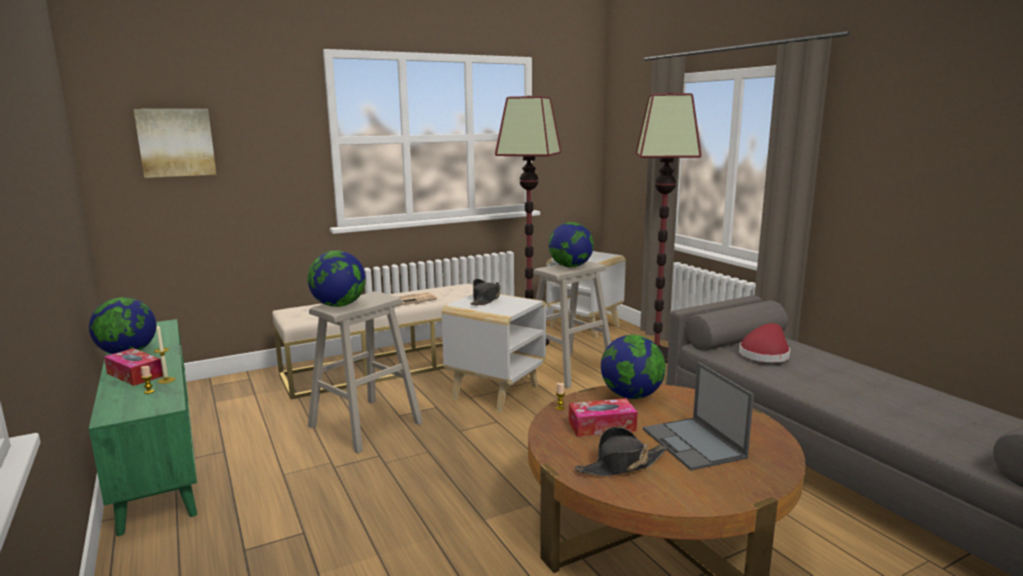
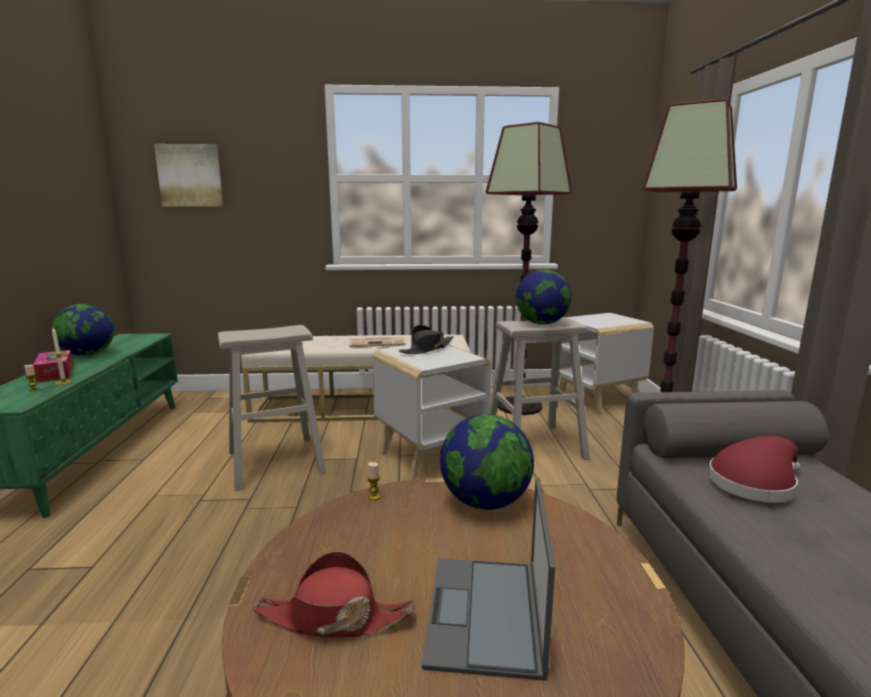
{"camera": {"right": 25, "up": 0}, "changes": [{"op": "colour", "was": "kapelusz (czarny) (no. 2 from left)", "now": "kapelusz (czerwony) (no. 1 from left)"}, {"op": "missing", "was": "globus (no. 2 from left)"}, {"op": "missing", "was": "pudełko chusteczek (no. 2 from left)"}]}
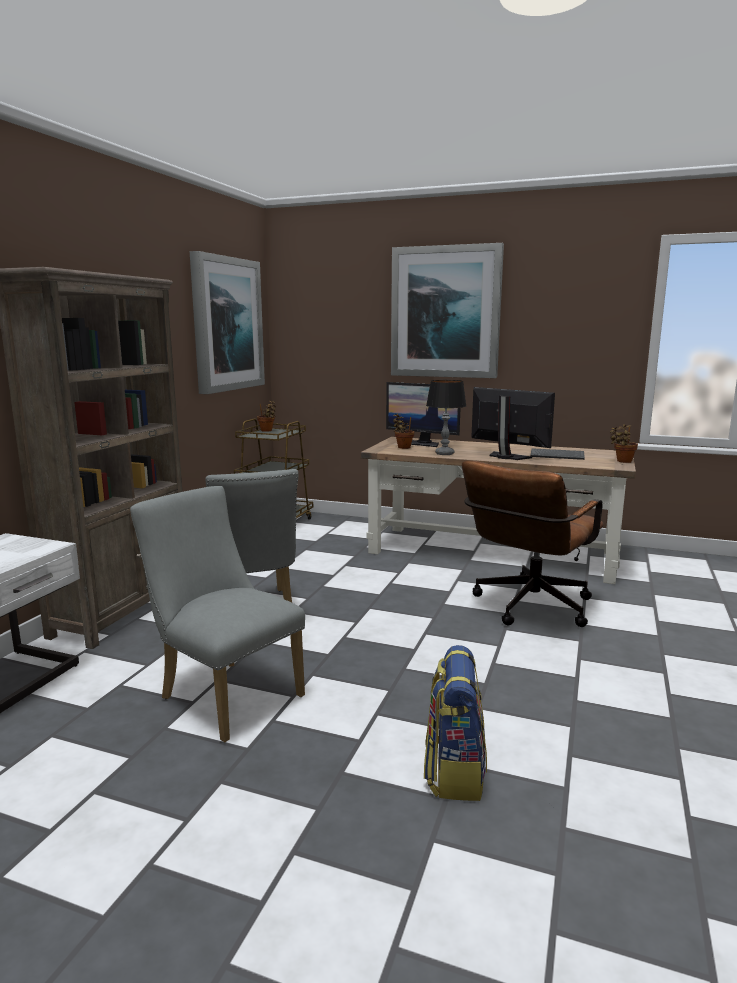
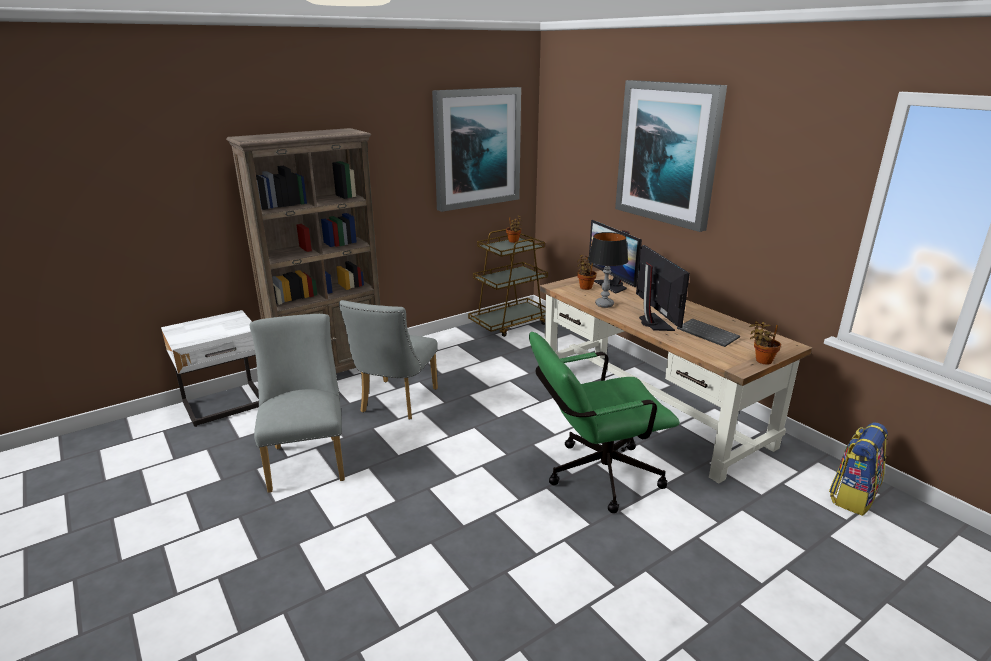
{"camera": {"right": 35, "up": 10}, "changes": [{"op": "colour", "was": "krzesło biurowe (brązowy)", "now": "krzesło biurowe (zielony)"}, {"op": "relocated", "was": "plecak"}]}
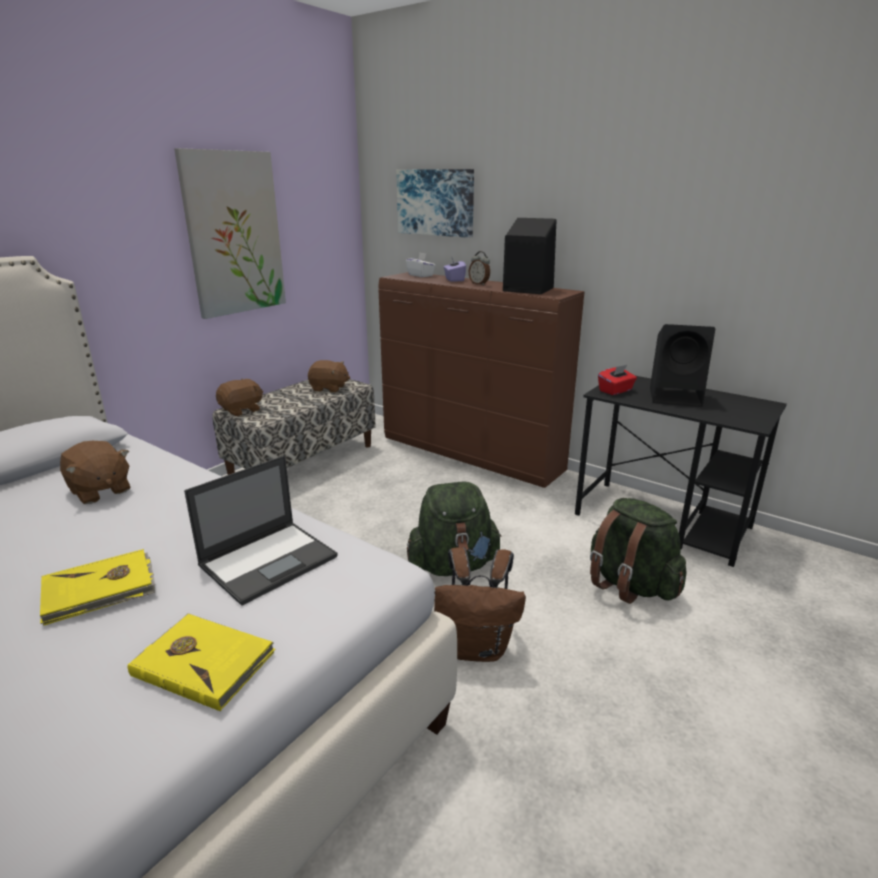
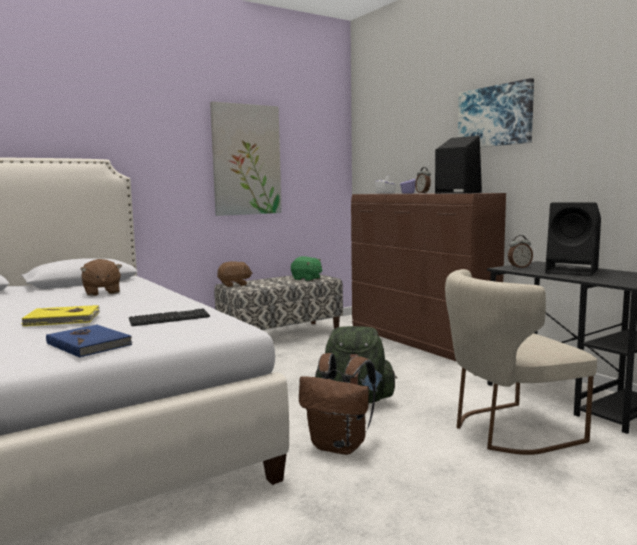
{"camera": {"right": 20, "up": -15}, "changes": [{"op": "colour", "was": "książka (żółty) (no. 2 from left)", "now": "książka (niebieski)"}, {"op": "exchanged", "was": "laptop", "now": "klawiatura"}, {"op": "colour", "was": "pluszak (brązowy) (no. 3 from left)", "now": "pluszak (zielony)"}, {"op": "exchanged", "was": "plecak (zielony) (no. 2 from left)", "now": "krzesło (beżowy)"}, {"op": "relocated", "was": "obraz (no. 2 from left)"}, {"op": "exchanged", "was": "pudełko chusteczek (czerwony)", "now": "budzik (no. 2 from left)"}]}
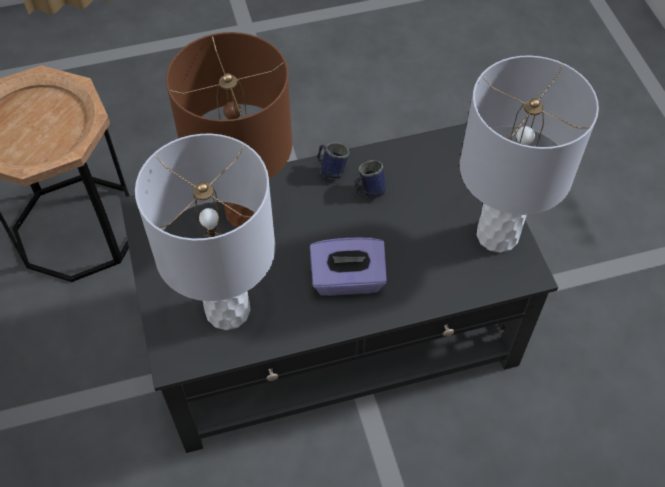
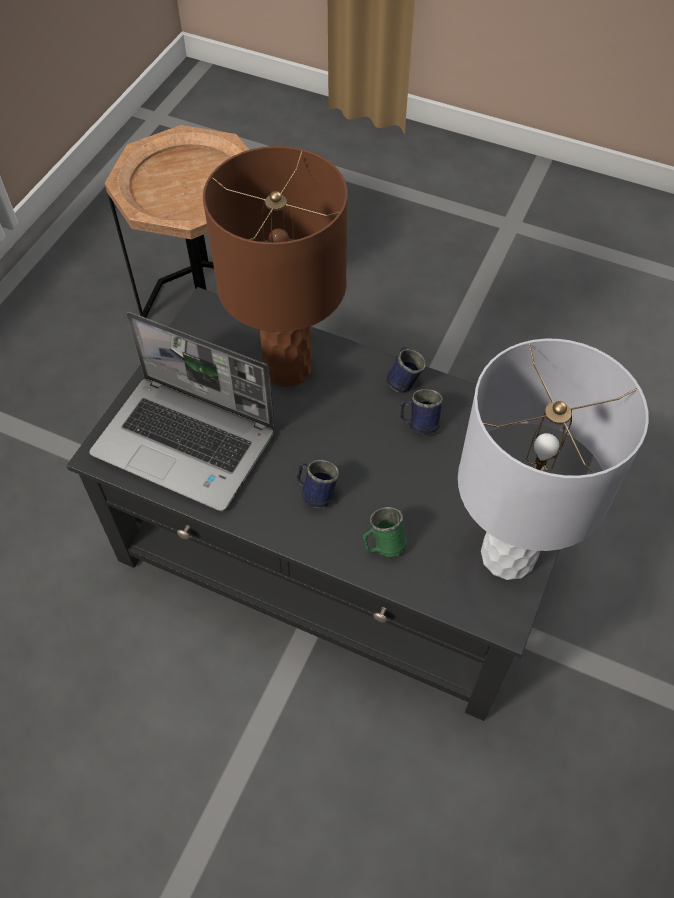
{"camera": {"right": 40, "up": 0}, "changes": [{"op": "exchanged", "was": "lampa stołowa (szary) (no. 1 from left)", "now": "laptop"}, {"op": "exchanged", "was": "pudełko chusteczek (fioletowy)", "now": "kubek (niebieski) (no. 1 from left)"}, {"op": "appeared", "now": "kubek (zielony)"}]}
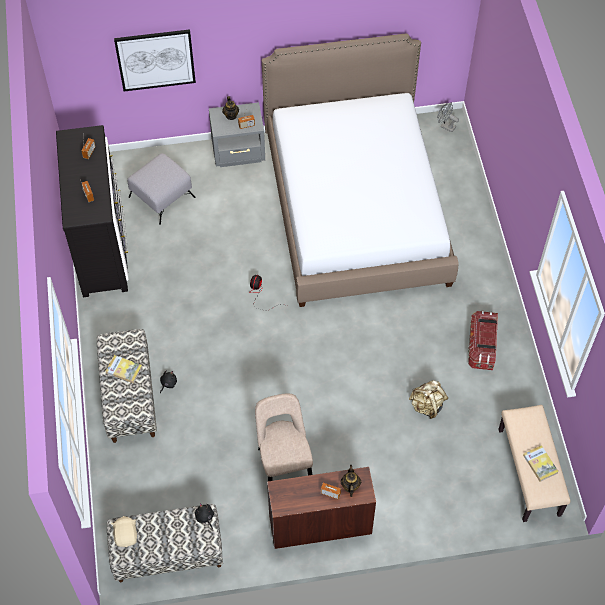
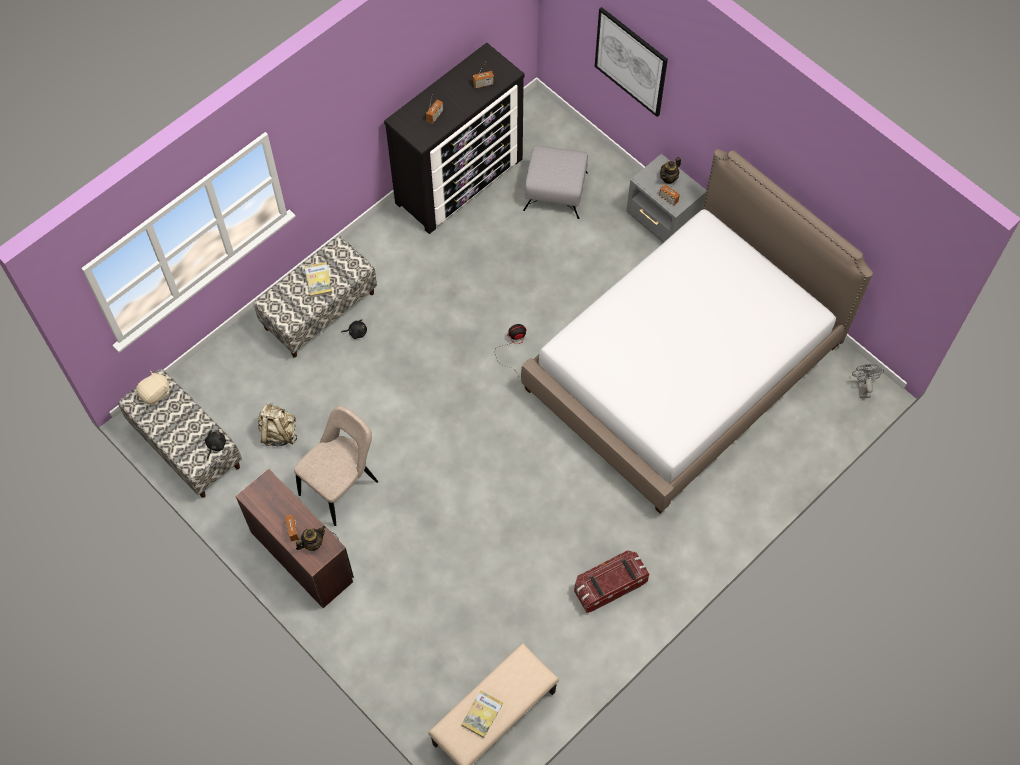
{"camera": {"right": 55, "up": 5}, "changes": [{"op": "relocated", "was": "plecak (beżowy)"}]}
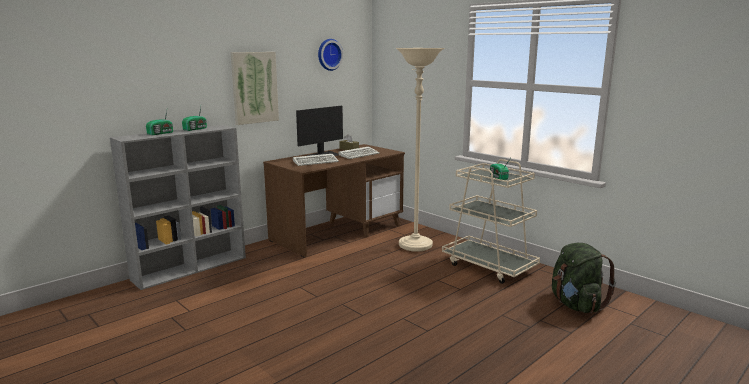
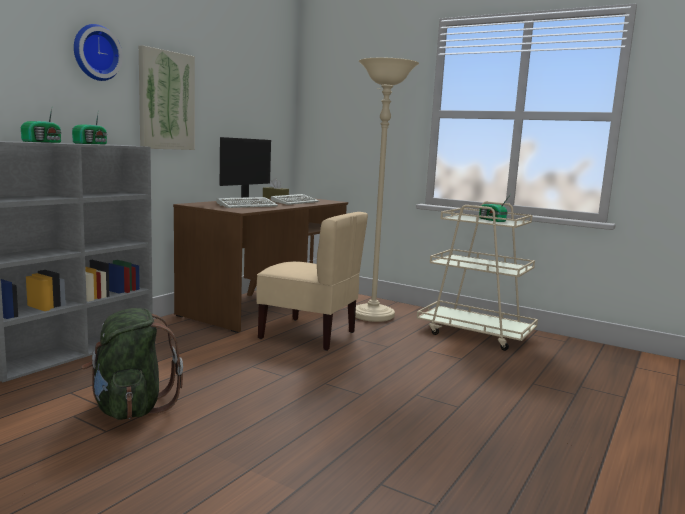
{"camera": {"right": -15, "up": -5}, "changes": [{"op": "relocated", "was": "zegar ścienny"}, {"op": "relocated", "was": "plecak (zielony)"}, {"op": "appeared", "now": "krzesło (beżowy)"}]}
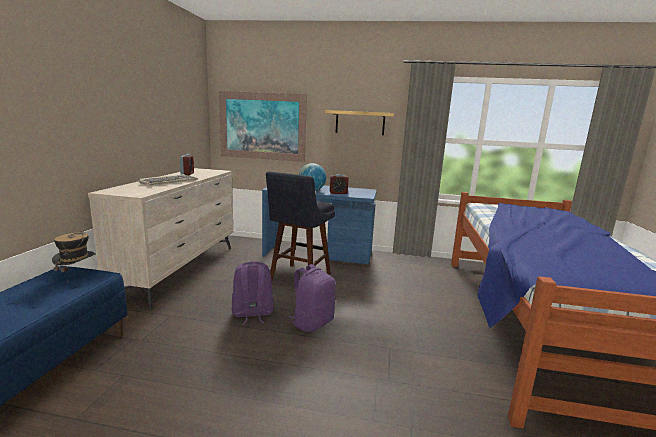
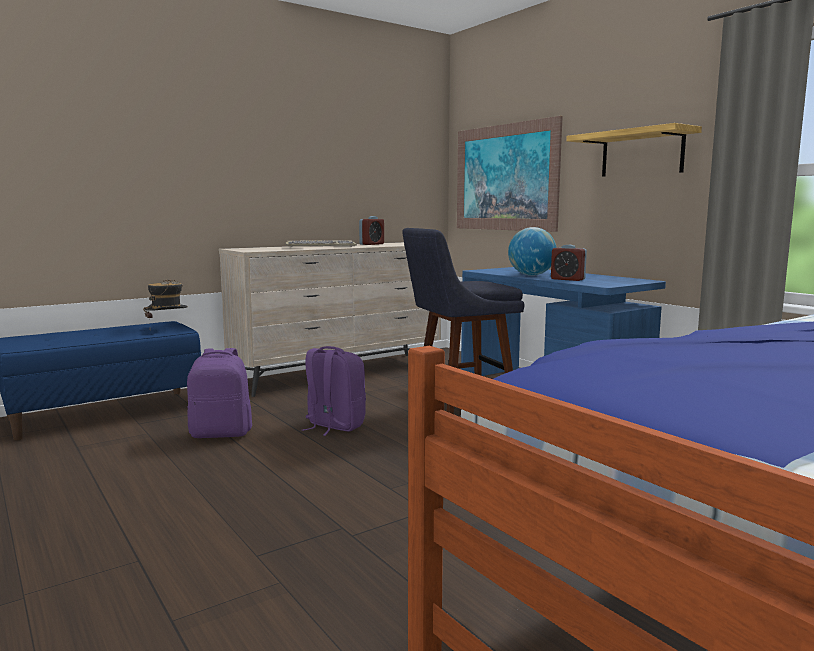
{"camera": {"right": 45, "up": -5}, "changes": [{"op": "relocated", "was": "plecak (fioletowy) (no. 2 from left in the first image)", "now": "plecak (fioletowy) (no. 1 from left)"}]}
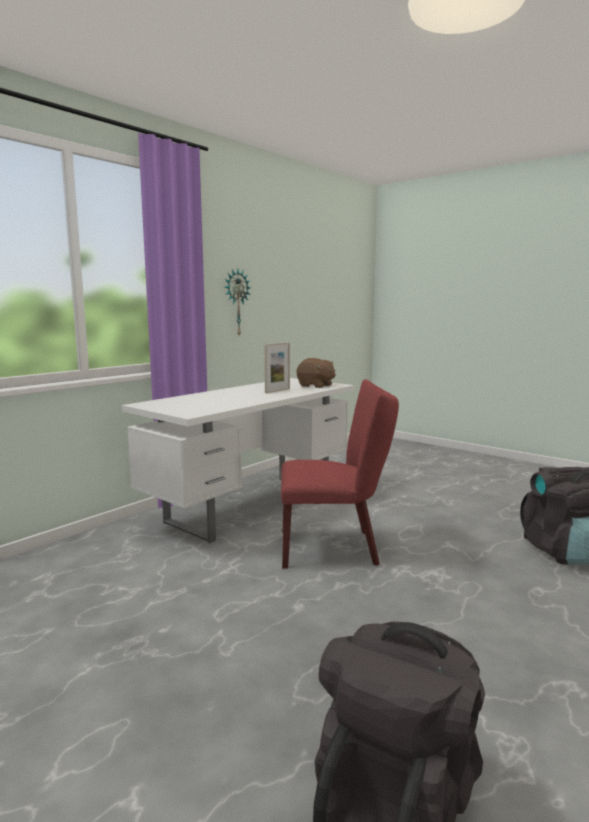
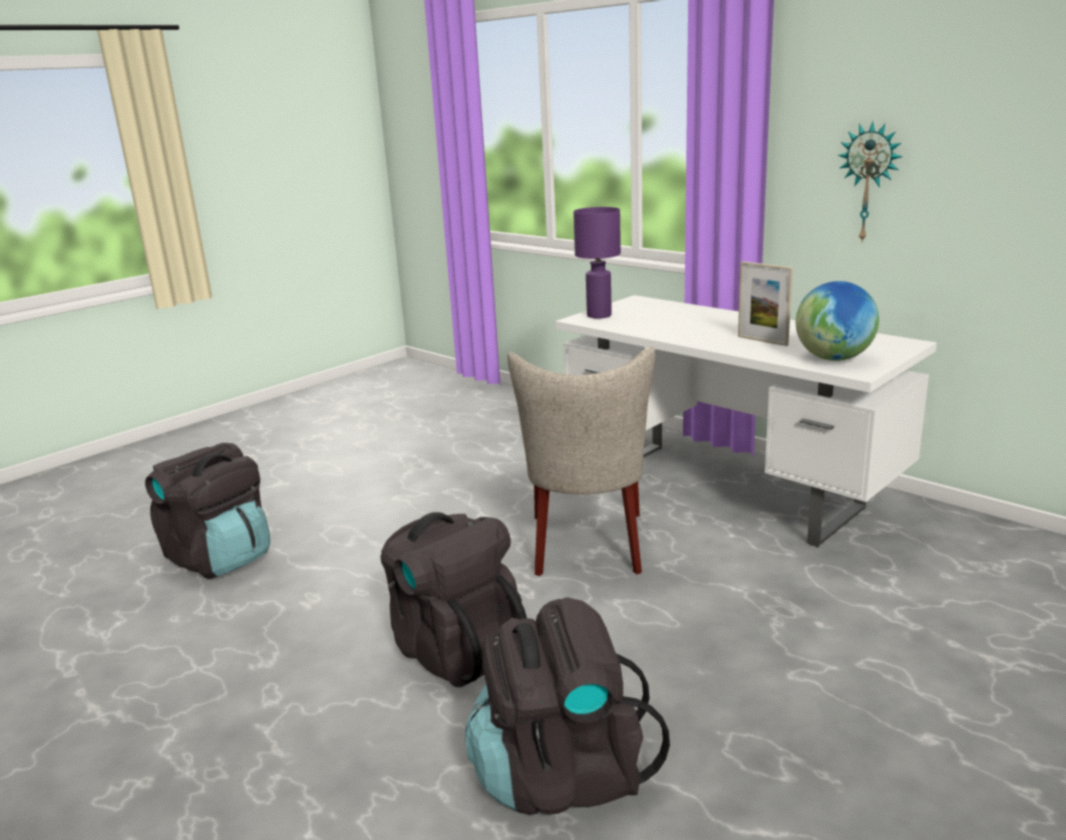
{"camera": {"right": 95, "up": 10}, "changes": [{"op": "appeared", "now": "plecak (czarny) (no. 2 from left)"}, {"op": "colour", "was": "krzesło (czerwony)", "now": "krzesło (beżowy)"}, {"op": "appeared", "now": "lampa stołowa (fioletowy)"}, {"op": "exchanged", "was": "pluszak (brązowy)", "now": "globus"}]}
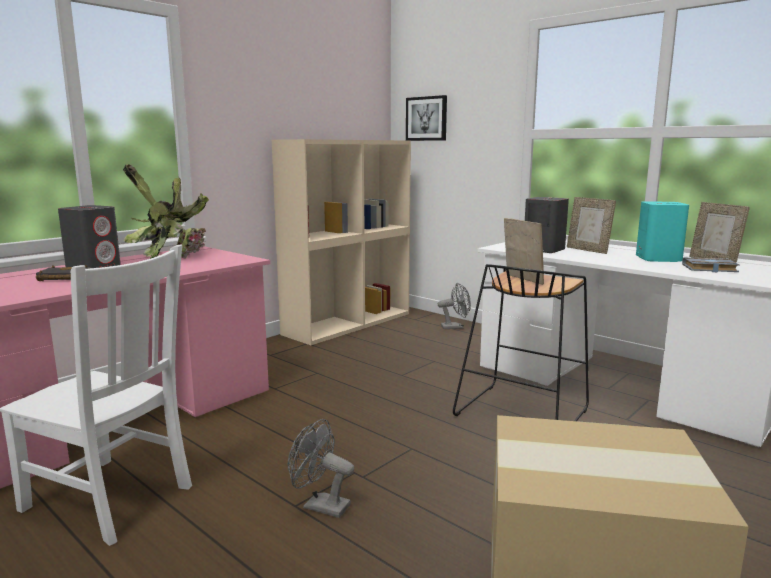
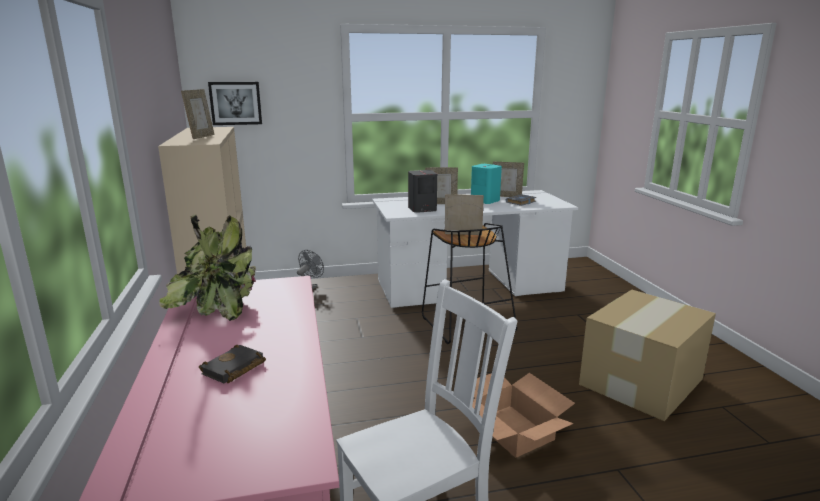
{"camera": {"right": -55, "up": 5}, "changes": [{"op": "appeared", "now": "ramka na zdjęcie (no. 1 from left)"}, {"op": "exchanged", "was": "wentylator (szary) (no. 1 from left)", "now": "karton (no. 1 from left)"}, {"op": "missing", "was": "głośnik (szary) (no. 1 from left)"}]}
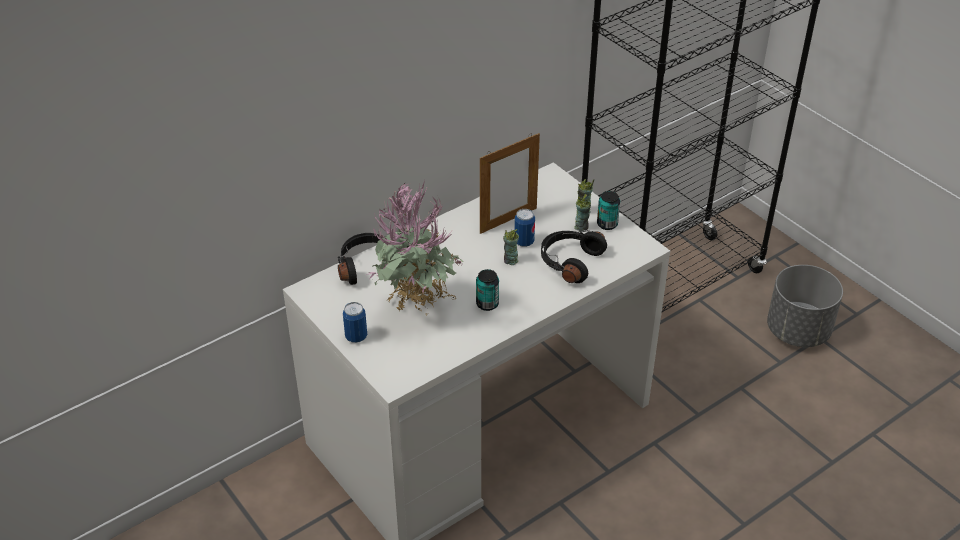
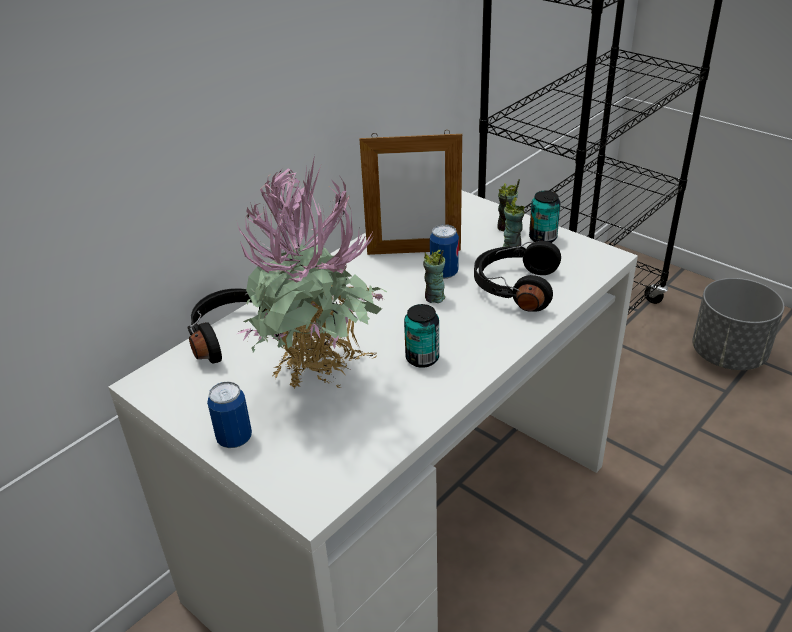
{"camera": {"right": -10, "up": -5}, "changes": [{"op": "spun", "was": "ramka na zdjęcie", "clockwise": 45}]}
